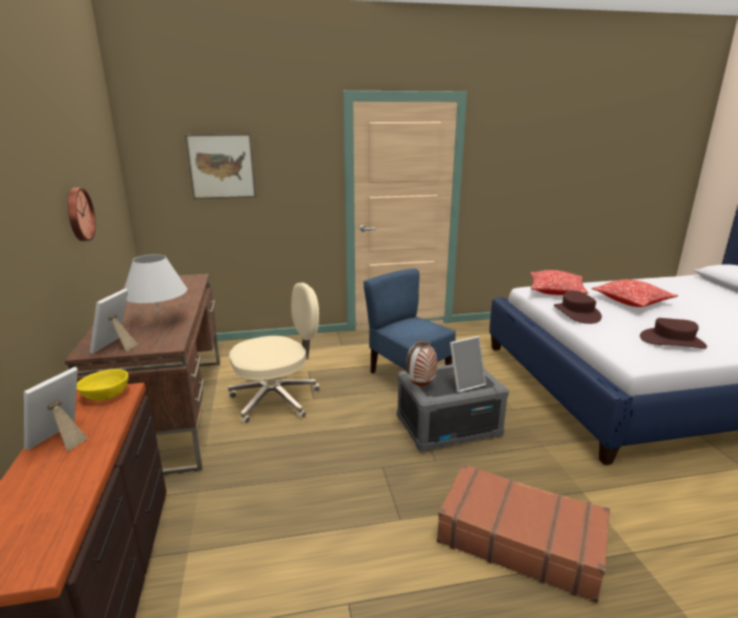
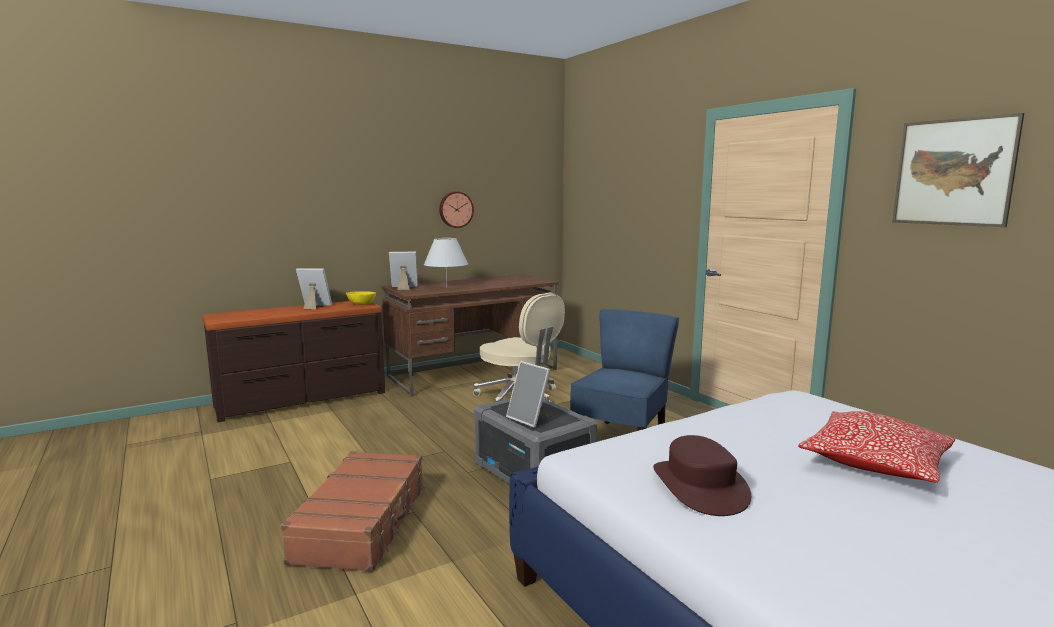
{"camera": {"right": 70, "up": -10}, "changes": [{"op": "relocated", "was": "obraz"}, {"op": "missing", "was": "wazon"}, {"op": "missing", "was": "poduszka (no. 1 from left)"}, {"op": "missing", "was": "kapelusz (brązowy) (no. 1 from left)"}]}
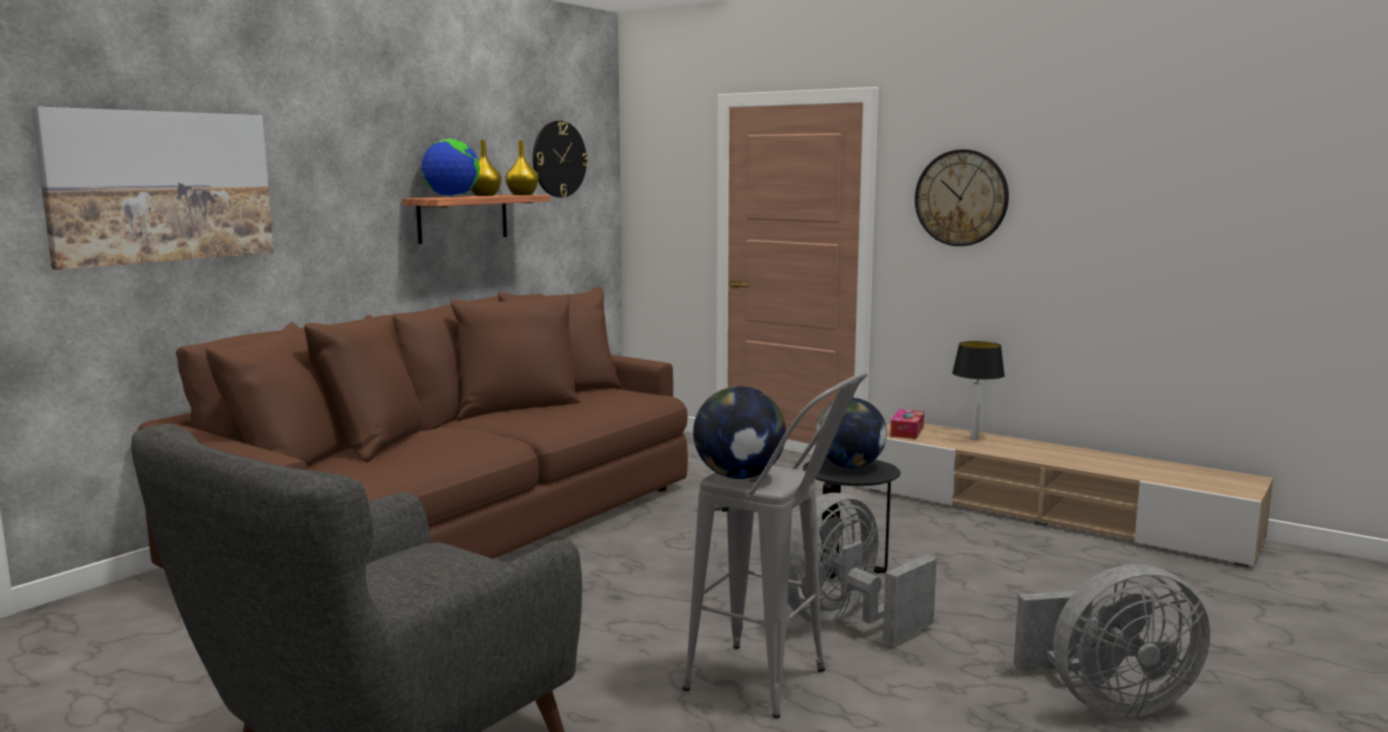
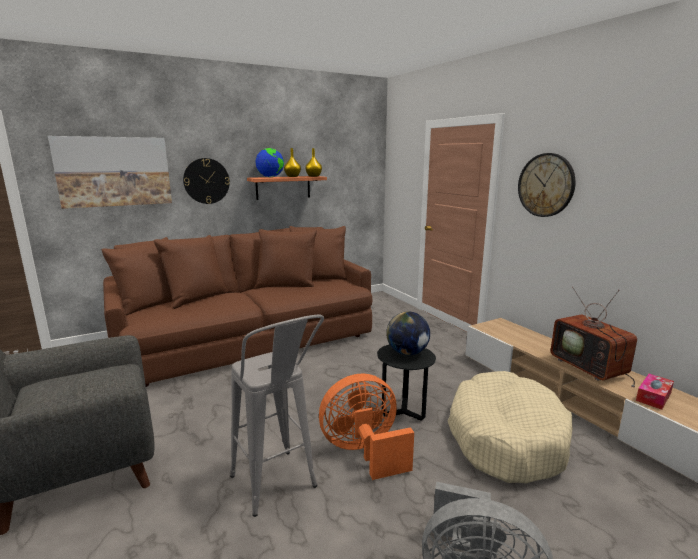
{"camera": {"right": 25, "up": 5}, "changes": [{"op": "relocated", "was": "zegar ścienny (no. 1 from left)"}, {"op": "colour", "was": "wentylator (szary) (no. 1 from left)", "now": "wentylator (pomarańczowy)"}, {"op": "appeared", "now": "legowisko (beżowy)"}, {"op": "appeared", "now": "telewizor"}, {"op": "relocated", "was": "pudełko chusteczek"}, {"op": "missing", "was": "globus (no. 2 from left)"}, {"op": "missing", "was": "lampa stołowa"}]}
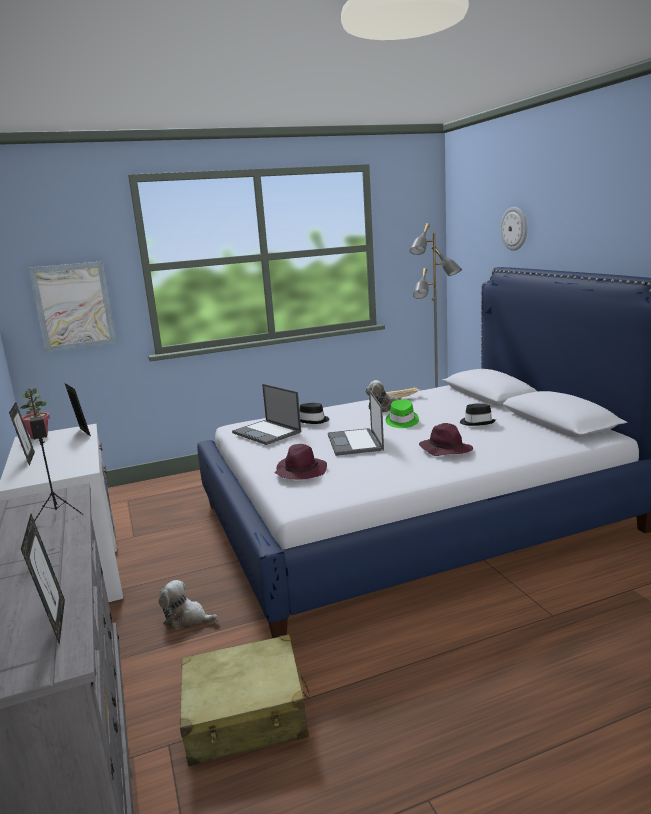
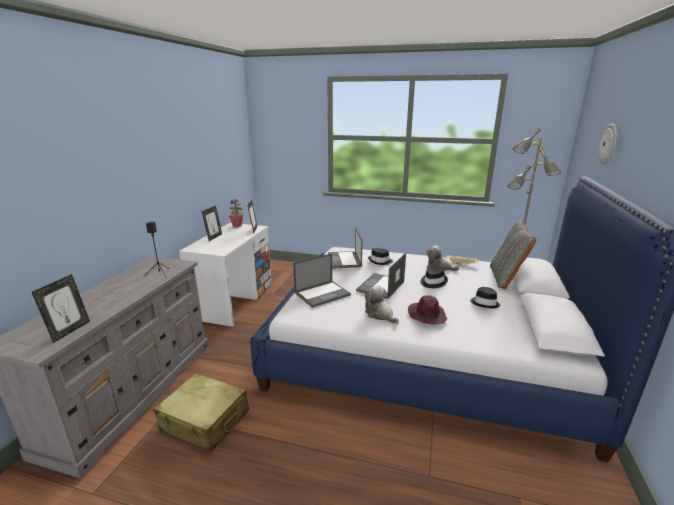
{"camera": {"right": 35, "up": 5}, "changes": [{"op": "exchanged", "was": "kapelusz (fioletowy) (no. 1 from left)", "now": "laptop (no. 1 from left)"}, {"op": "relocated", "was": "pluszak (no. 1 from left)"}, {"op": "colour", "was": "kapelusz (zielony)", "now": "kapelusz (czarny) (no. 2 from left)"}, {"op": "appeared", "now": "poduszka (szary)"}, {"op": "missing", "was": "obraz"}]}
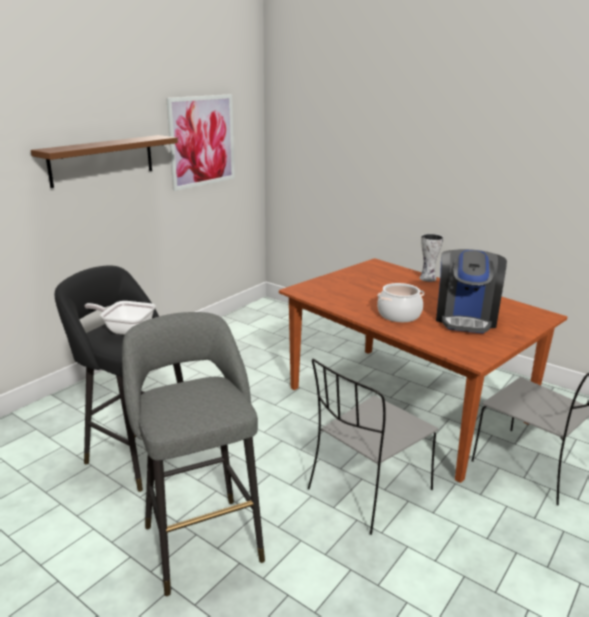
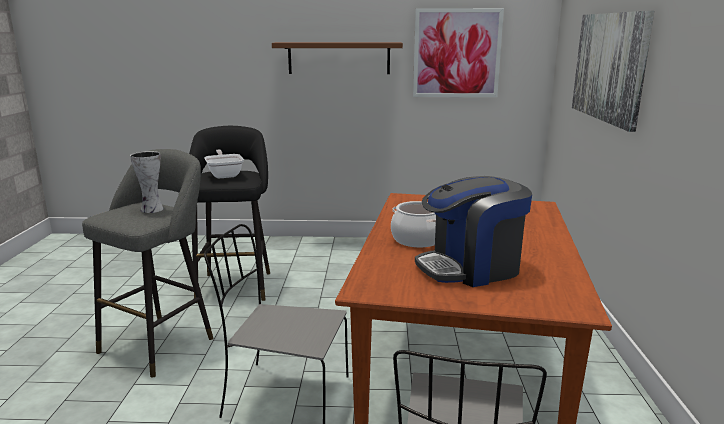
{"camera": {"right": 55, "up": -5}, "changes": [{"op": "relocated", "was": "wazon"}, {"op": "appeared", "now": "obraz (no. 2 from left)"}]}
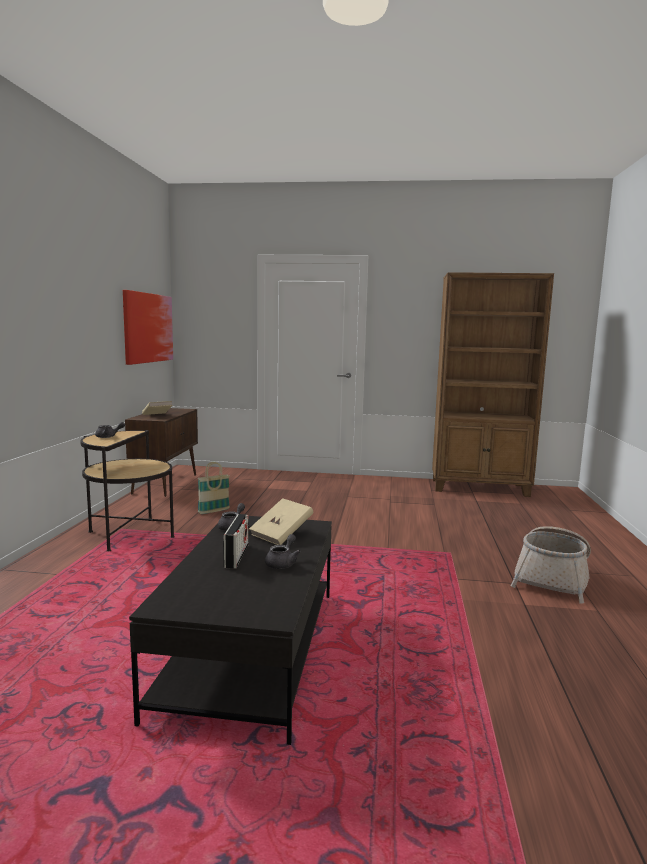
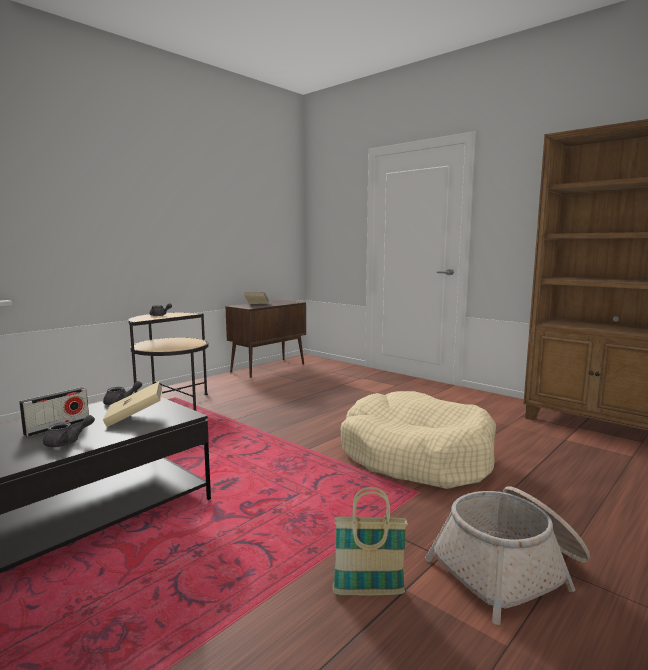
{"camera": {"right": 35, "up": 0}, "changes": [{"op": "relocated", "was": "koszyk (no. 1 from left)"}, {"op": "appeared", "now": "legowisko (beżowy)"}, {"op": "missing", "was": "obraz"}]}
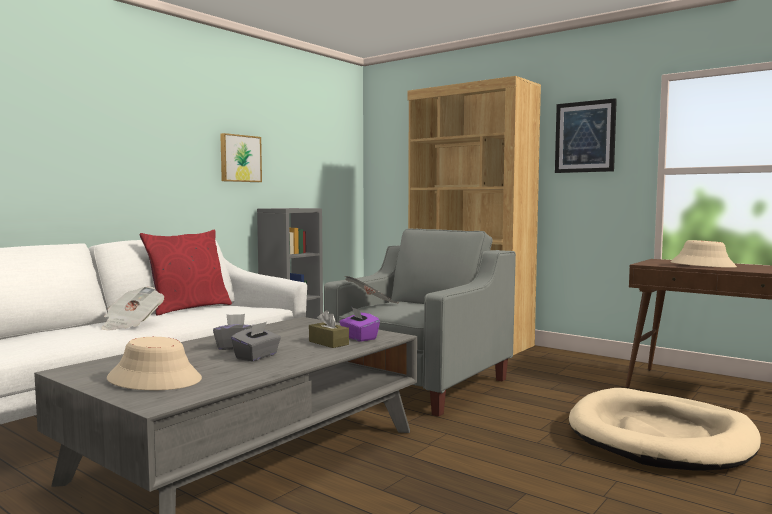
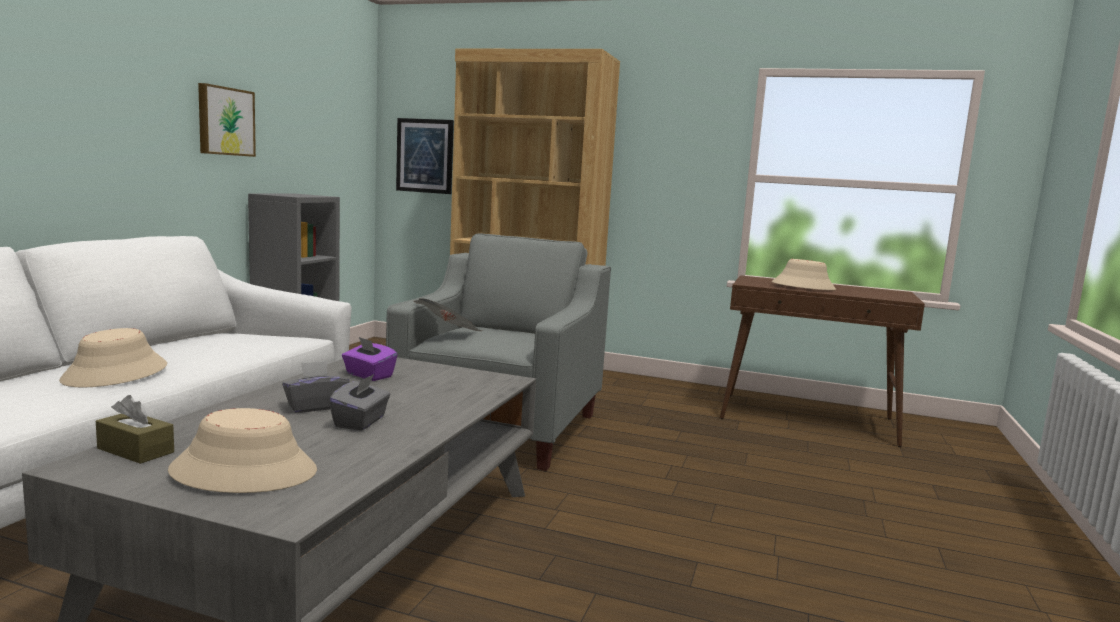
{"camera": {"right": -20, "up": 5}, "changes": [{"op": "exchanged", "was": "gazeta (no. 1 from left)", "now": "kapelusz (beżowy) (no. 1 from left)"}, {"op": "relocated", "was": "pudełko chusteczek (brązowy)"}, {"op": "relocated", "was": "pudełko chusteczek (fioletowy)"}, {"op": "relocated", "was": "obraz (no. 2 from left)"}, {"op": "missing", "was": "poduszka (czerwony)"}, {"op": "missing", "was": "legowisko (beżowy)"}]}
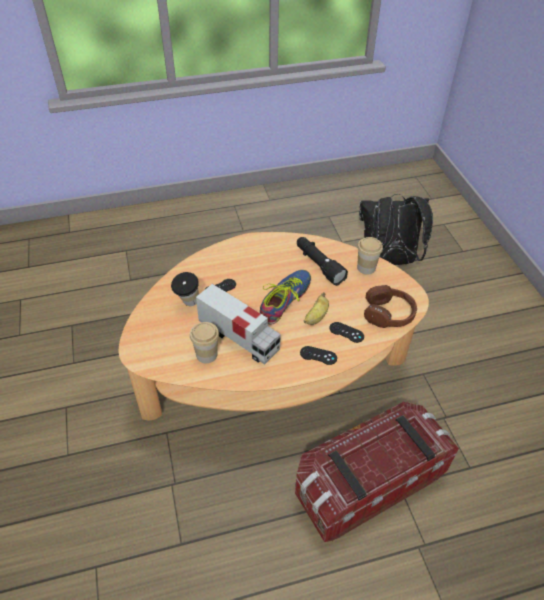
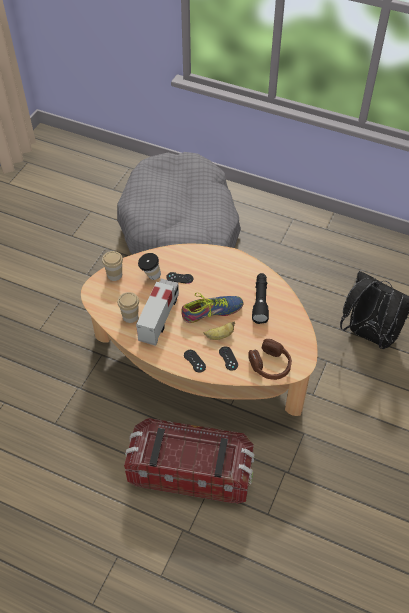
{"camera": {"right": 40, "up": 5}, "changes": [{"op": "relocated", "was": "filiżanka (no. 3 from left in the first image)", "now": "filiżanka (no. 1 from left)"}, {"op": "appeared", "now": "legowisko (szary)"}, {"op": "spun", "was": "ciężarówka zabawkowa", "clockwise": -150}]}
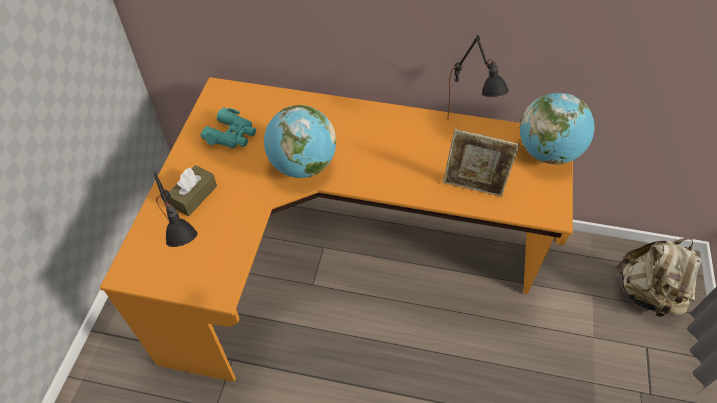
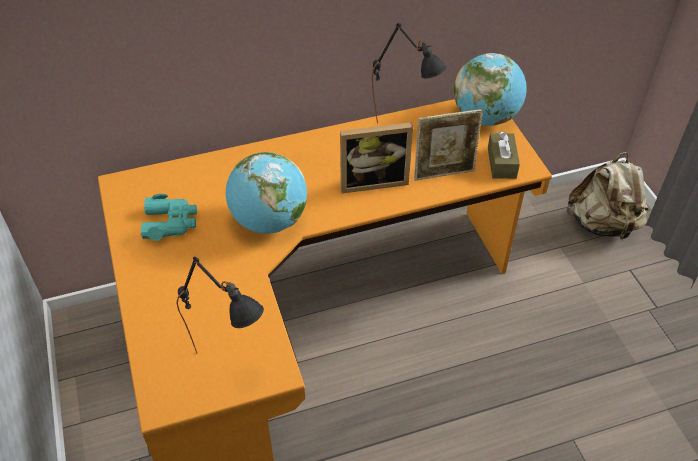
{"camera": {"right": -30, "up": -5}, "changes": [{"op": "appeared", "now": "ramka na zdjęcie (no. 1 from left)"}, {"op": "relocated", "was": "pudełko chusteczek (brązowy)"}]}
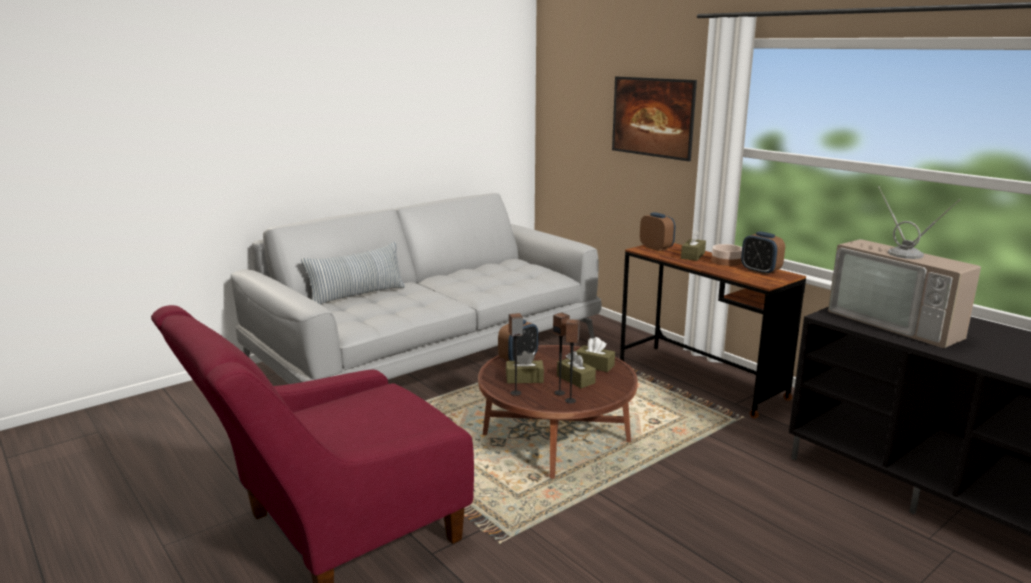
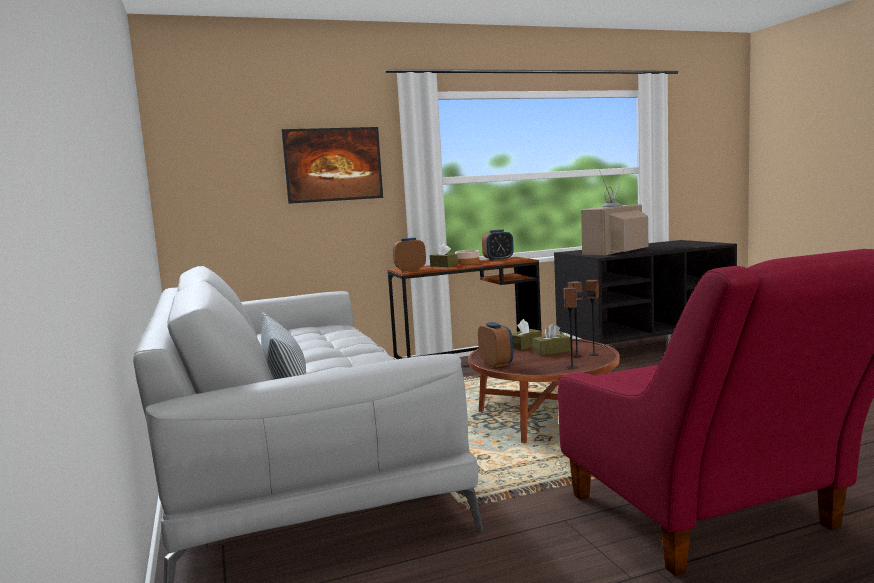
{"camera": {"right": -70, "up": -10}, "changes": [{"op": "spun", "was": "telewizor", "clockwise": 150}, {"op": "missing", "was": "pudełko chusteczek (brązowy) (no. 1 from left)"}]}
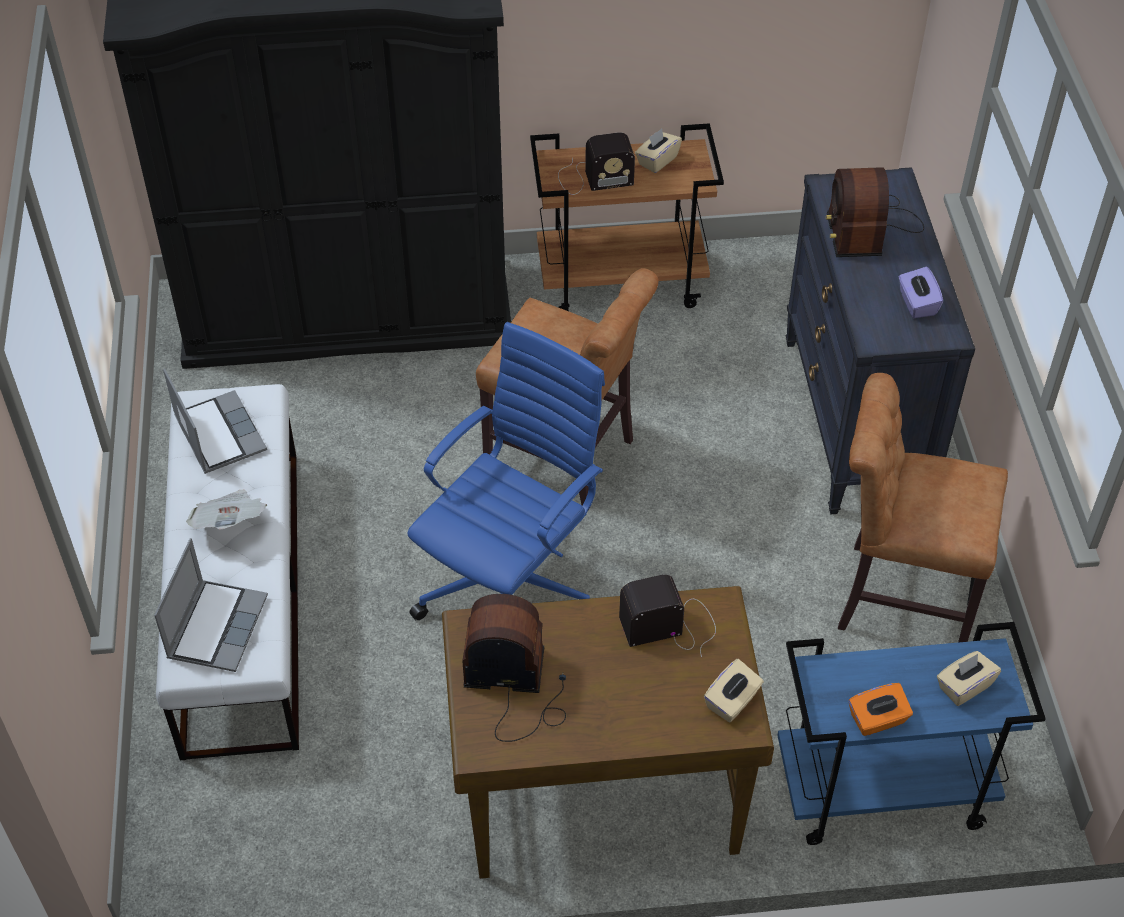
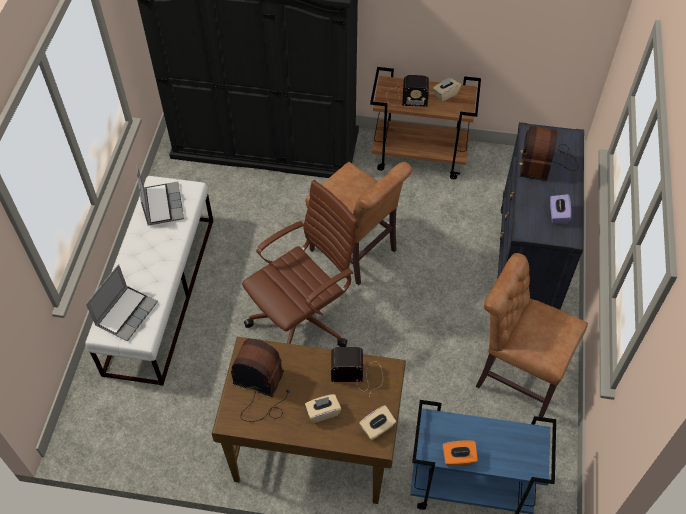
{"camera": {"right": 15, "up": 5}, "changes": [{"op": "colour", "was": "krzesło biurowe (niebieski)", "now": "krzesło biurowe (brązowy)"}, {"op": "relocated", "was": "pudełko chusteczek (beżowy) (no. 3 from left in the first image)", "now": "pudełko chusteczek (beżowy) (no. 1 from left)"}, {"op": "missing", "was": "gazeta"}]}
